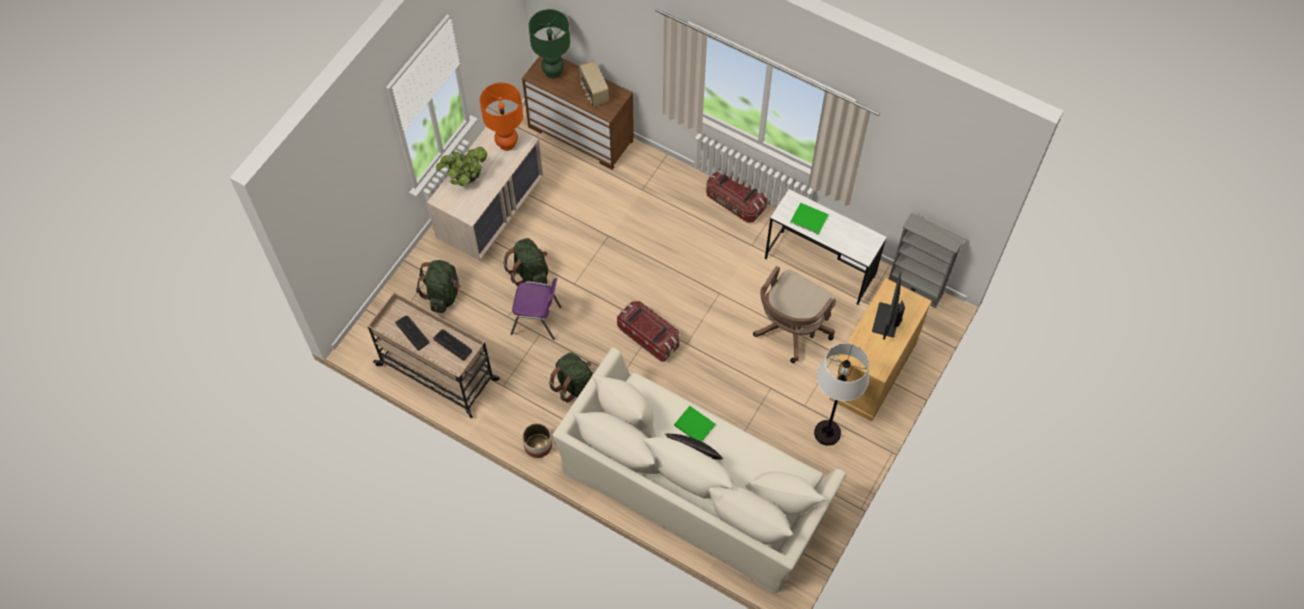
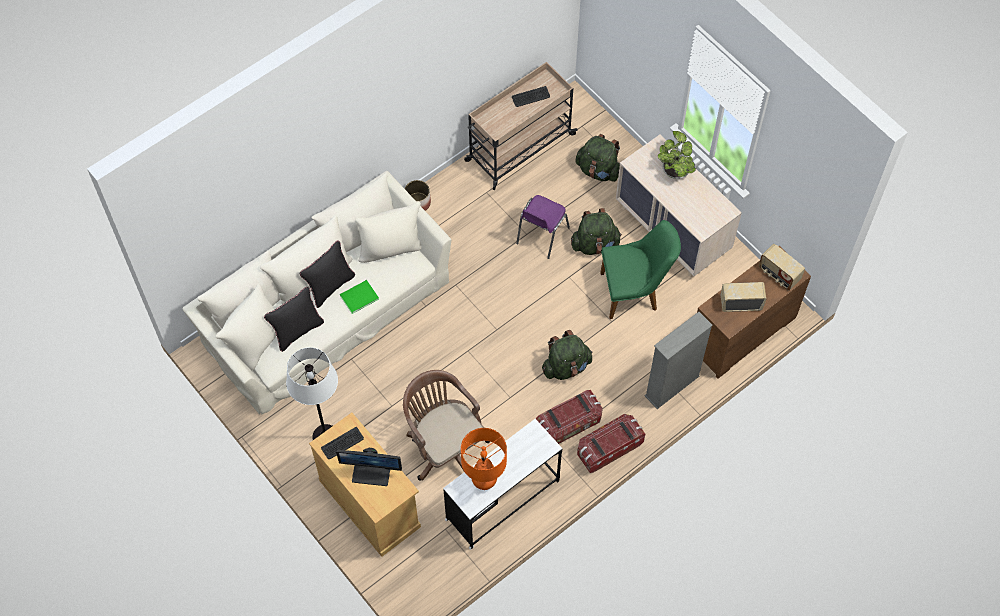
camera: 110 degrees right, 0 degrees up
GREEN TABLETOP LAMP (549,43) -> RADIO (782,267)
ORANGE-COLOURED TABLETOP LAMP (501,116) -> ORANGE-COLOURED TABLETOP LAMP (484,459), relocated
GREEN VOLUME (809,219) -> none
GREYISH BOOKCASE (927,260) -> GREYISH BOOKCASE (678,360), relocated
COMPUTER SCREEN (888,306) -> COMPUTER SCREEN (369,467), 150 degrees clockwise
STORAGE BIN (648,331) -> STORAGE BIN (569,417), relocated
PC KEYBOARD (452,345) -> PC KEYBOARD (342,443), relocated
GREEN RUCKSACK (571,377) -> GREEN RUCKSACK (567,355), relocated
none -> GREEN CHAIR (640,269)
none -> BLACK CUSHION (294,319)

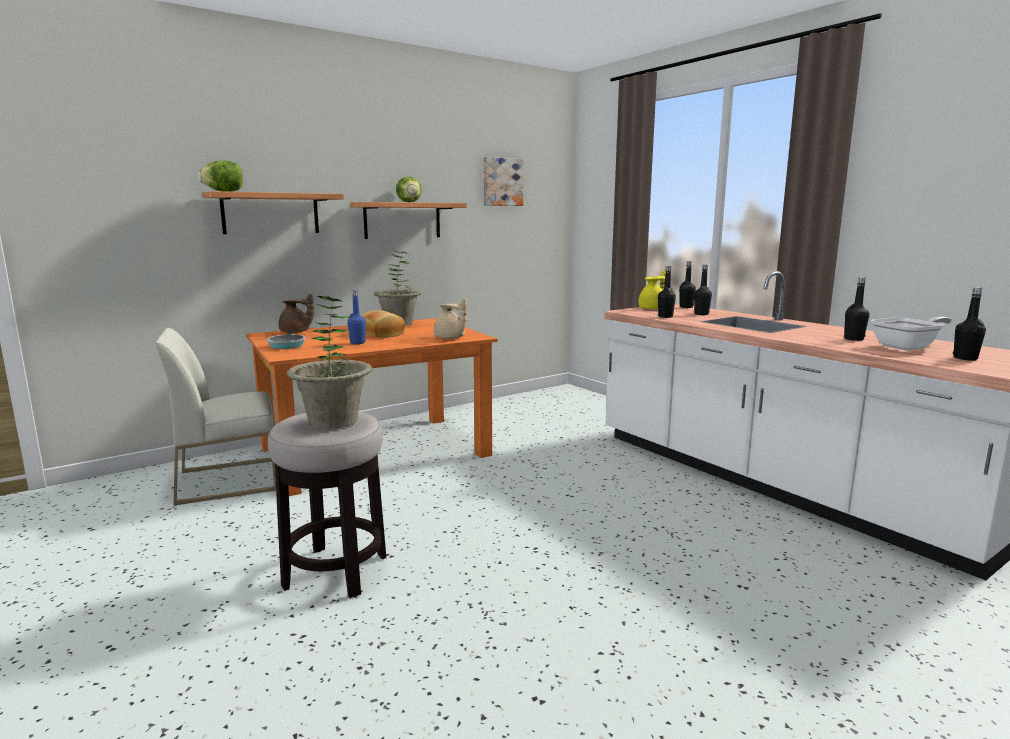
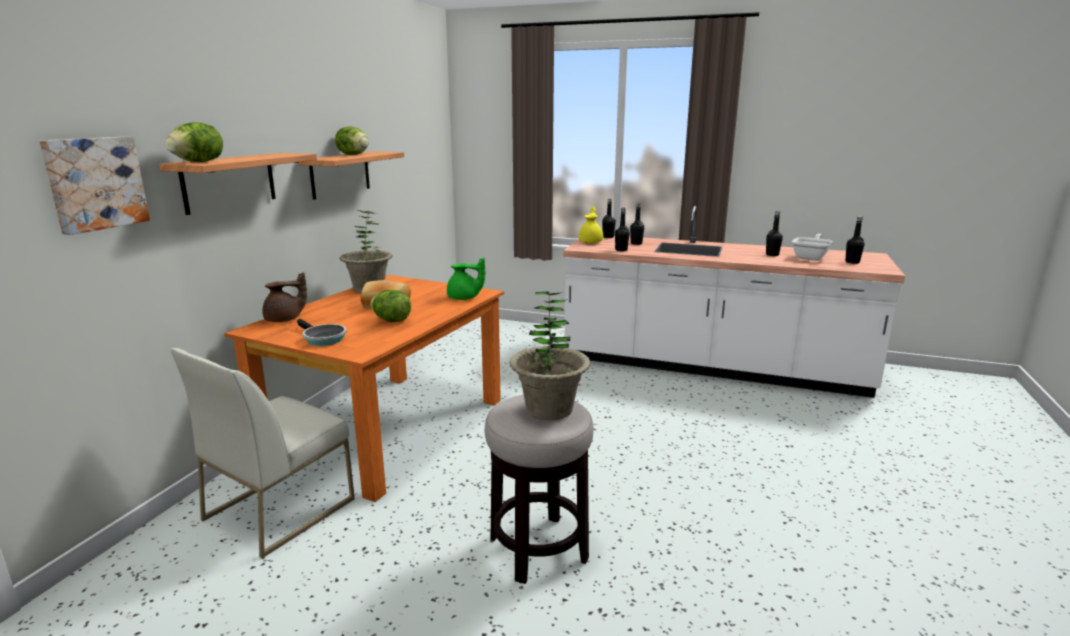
camera: 35 degrees left, 5 degrees up
WALL PICTURE (504,181) -> WALL PICTURE (95,186), relocated
BLUE BEVERAGE BOTTLE (356,317) -> LETTUCE (390,306)
BEIGE-COLOURED POT FOR TEA (450,318) -> GREEN POT FOR TEA (466,279)

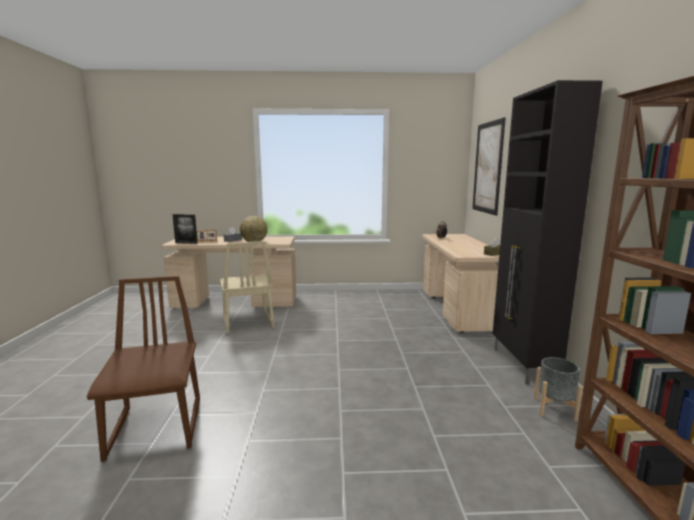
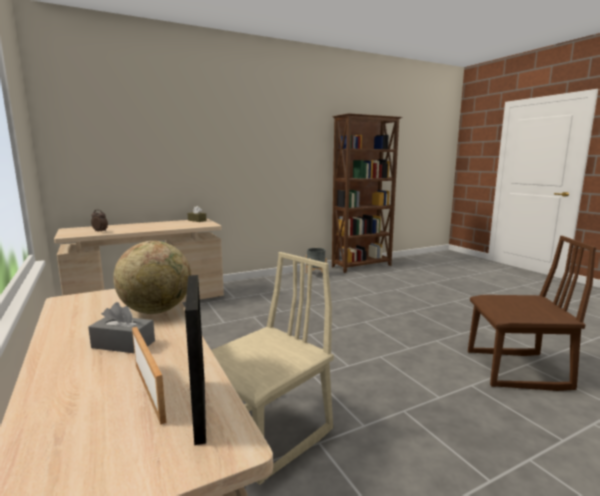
camera: 115 degrees left, 0 degrees up
BLACK CABINET (548,232) -> none
WALL PICTURE (489,166) -> none
BROWNISH CHAIR (143,369) -> BROWNISH CHAIR (532,313), 135 degrees counterclockwise

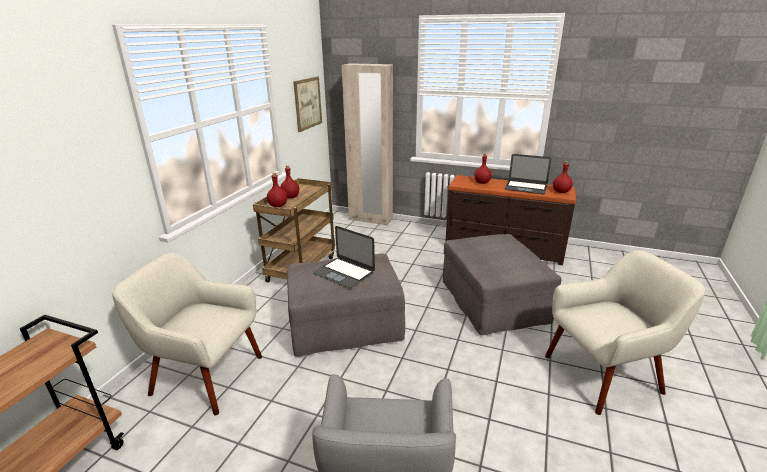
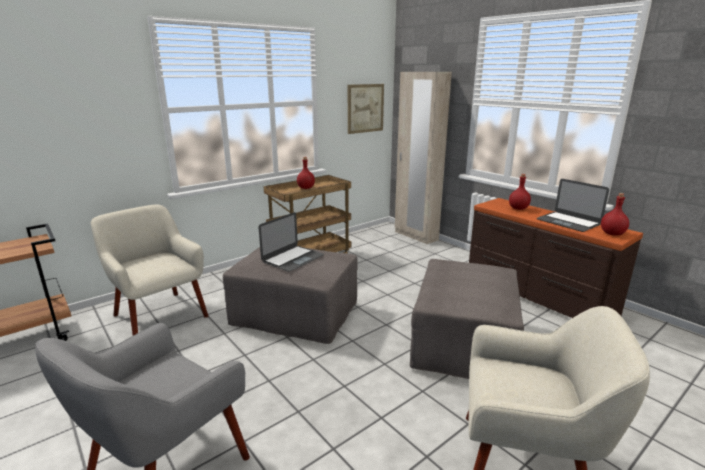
camera: 30 degrees right, 5 degrees down
RED-COLOURED BEVERAGE BOTTLE (277,190) -> none
PORTABLE COMPUTER (344,257) -> PORTABLE COMPUTER (291,242), 120 degrees counterclockwise

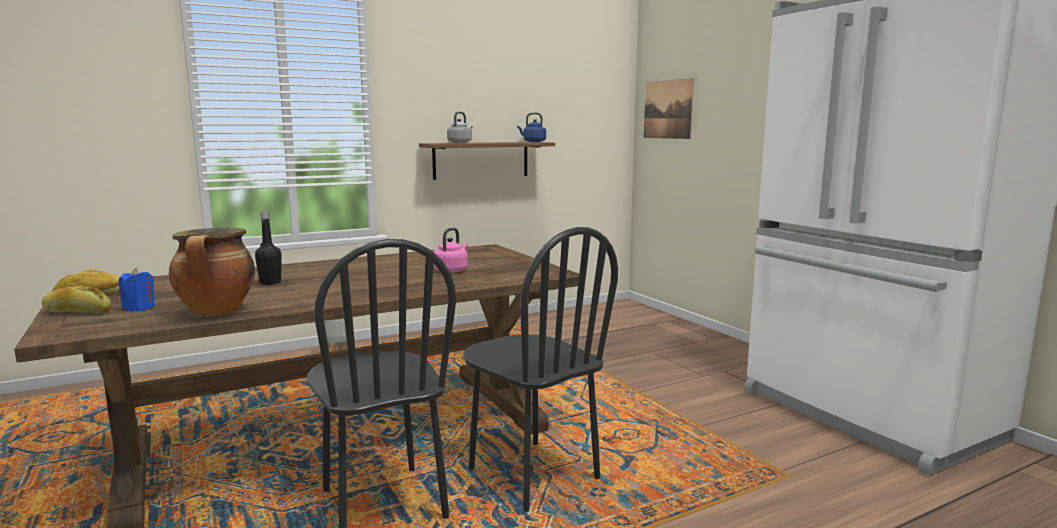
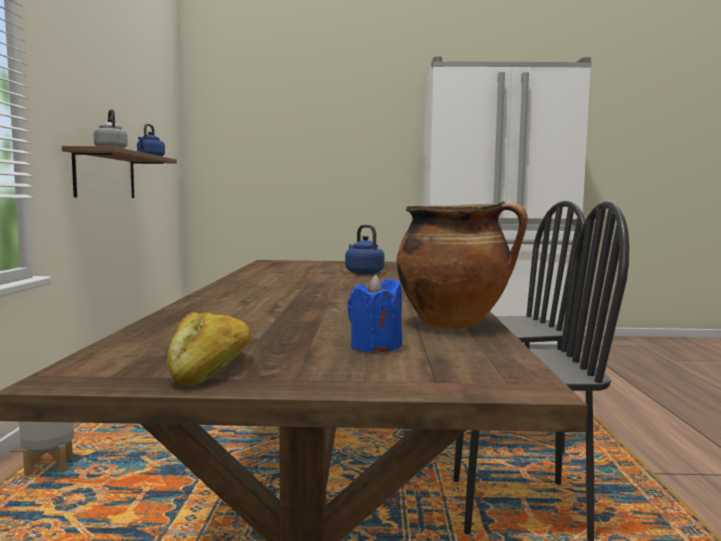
camera: 60 degrees left, 5 degrees down
WALL PICTURE (669,108) -> none
BLACK BEVERAGE BOTTLE (268,248) -> none
PINK WATER KETTLE (450,250) -> BLUE WATER KETTLE (364,249)
BAKED BREAD (76,299) -> none

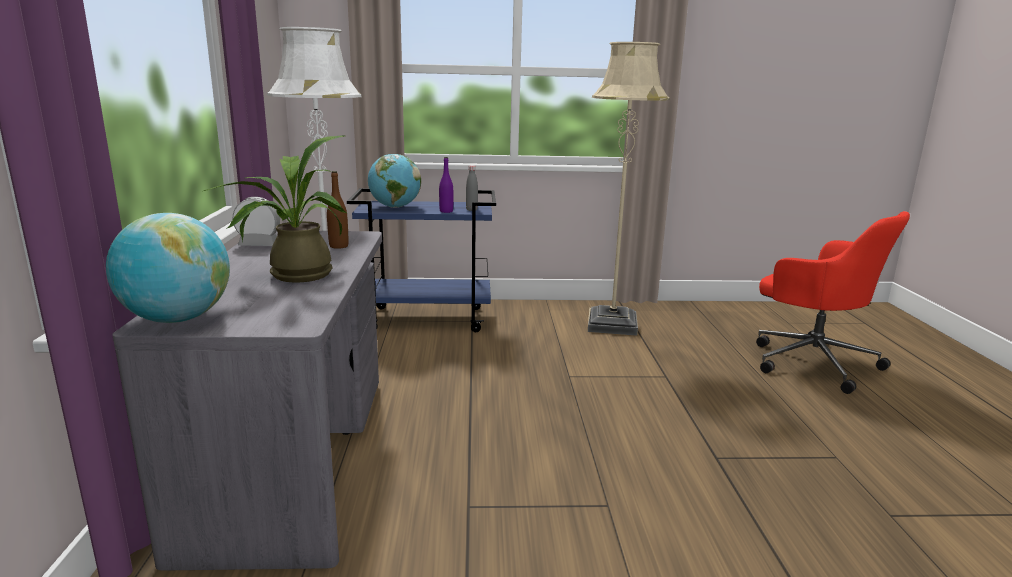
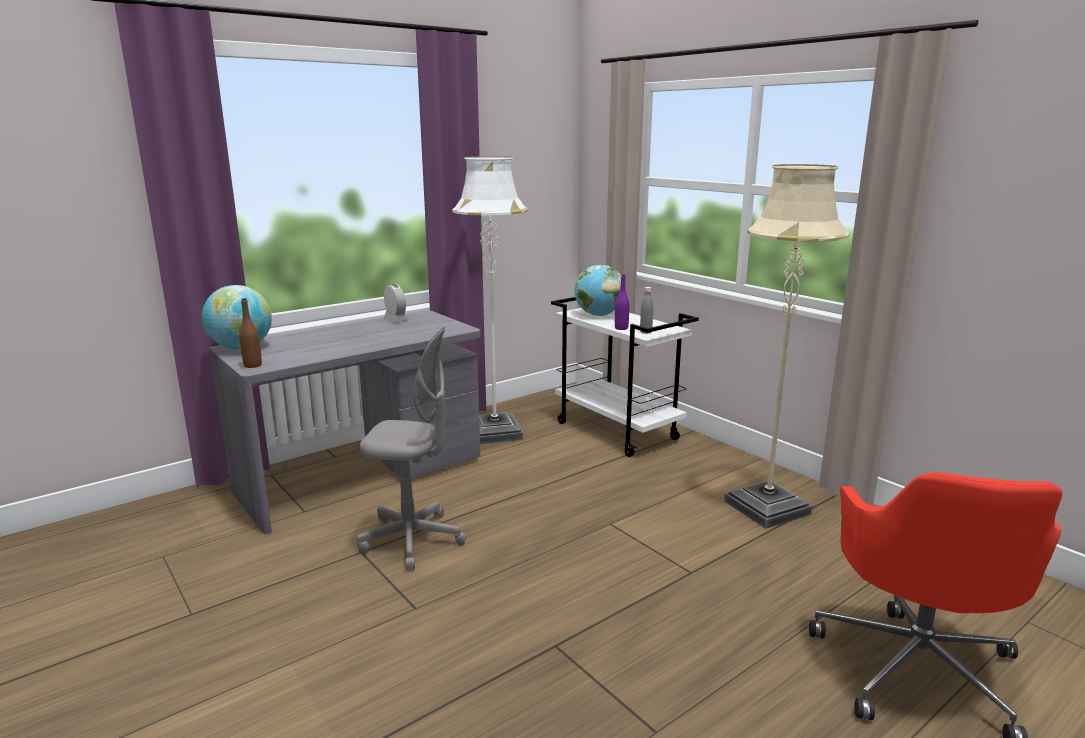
camera: 55 degrees right, 0 degrees up
HOUSEPLANT (275,208) -> none
BROWNISH BEVERAGE BOTTLE (337,210) -> BROWNISH BEVERAGE BOTTLE (250,333), relocated
BLUE CART (421,260) -> WHITE CART (625,377)
none -> GREYISH COMPUTER CHAIR (411,448)

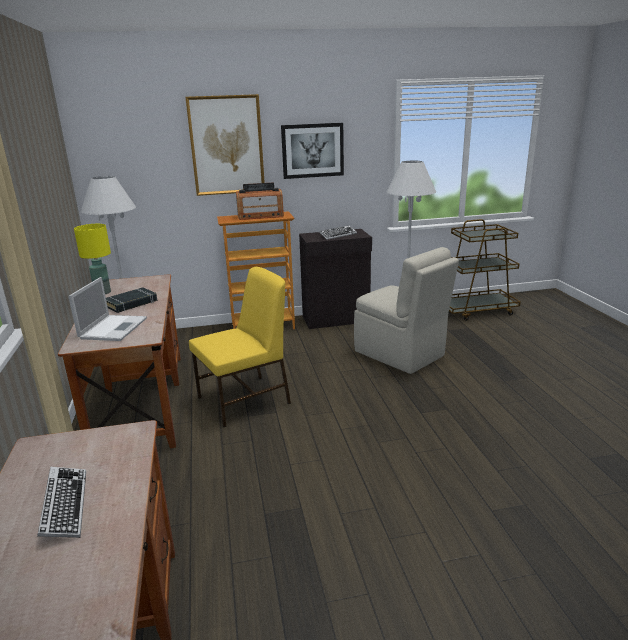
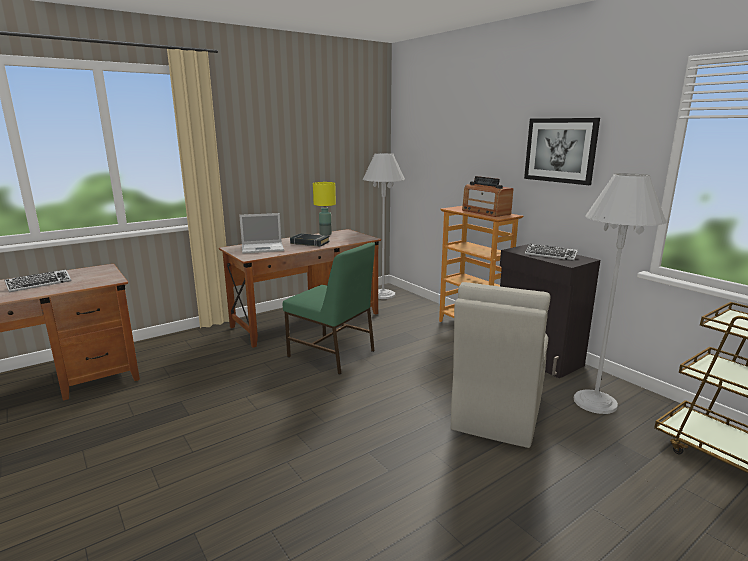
camera: 65 degrees right, 5 degrees down
WALL PICTURE (225,145) -> none
YELLOW-COLOURED CHAIR (240,347) -> GREEN CHAIR (329,308)

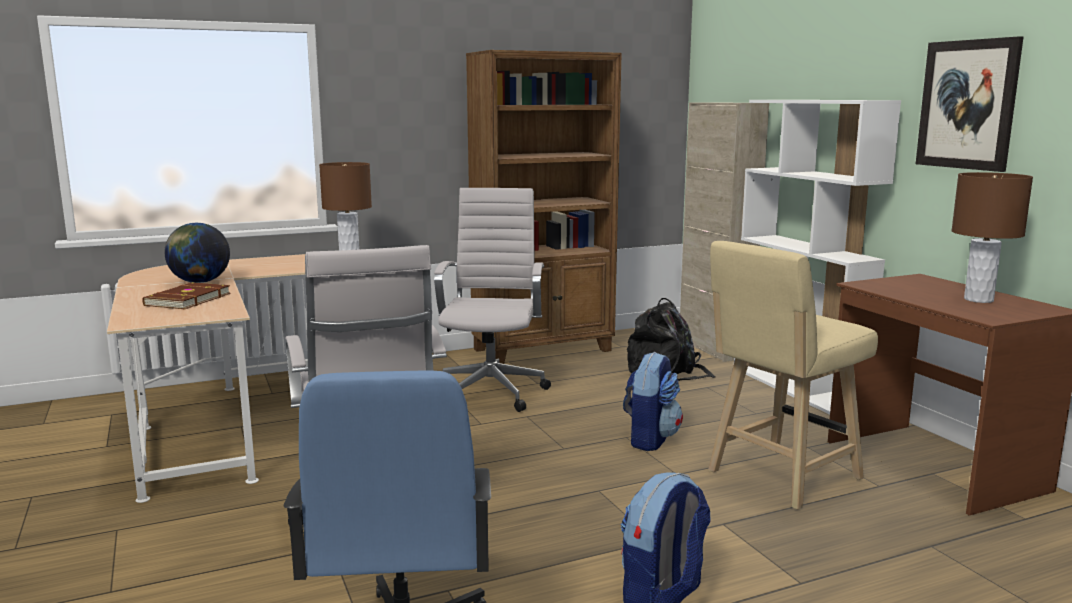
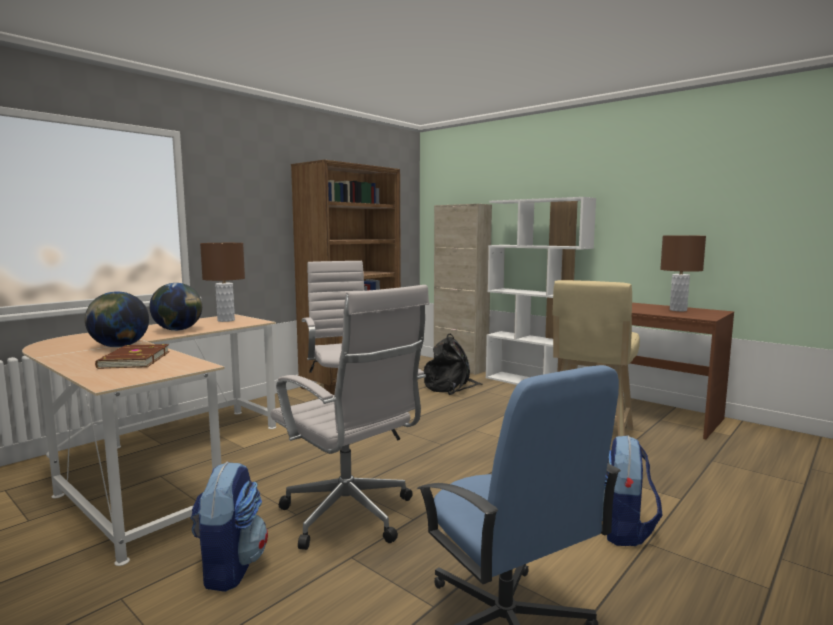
camera: 25 degrees left, 5 degrees down
WALL PICTURE (970,104) -> none
RUCKSACK (653,401) -> RUCKSACK (229,527), relocated
none -> GLOBE (175,307)

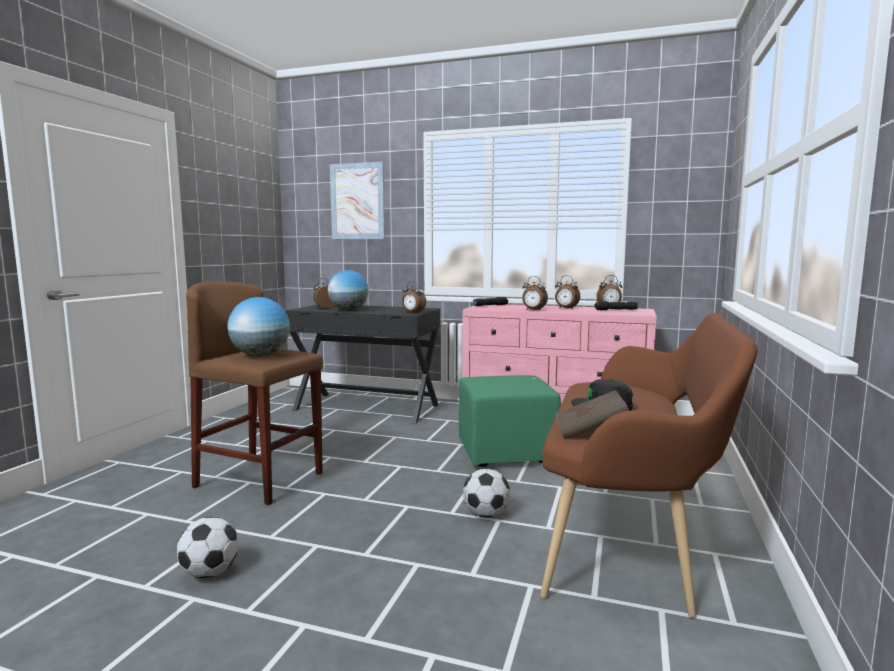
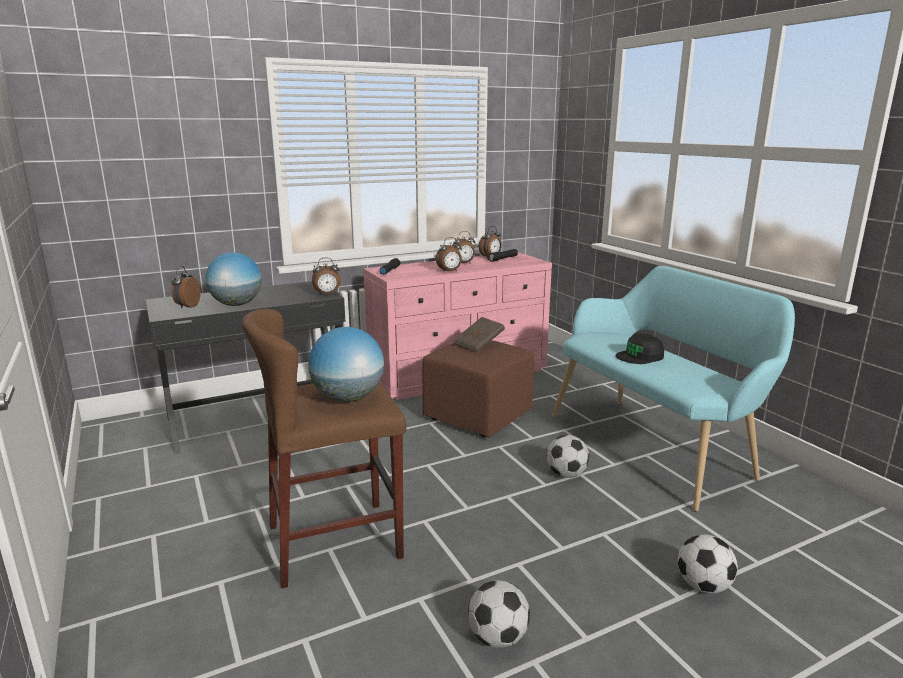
camera: 45 degrees left, 10 degrees up
WALL PICTURE (357,200) -> none
BROWNISH LONG SEAT (649,465) -> TURQUOISE-COLOURED LONG SEAT (673,388)
GREEN POUFFE (510,421) -> BROWNISH POUFFE (478,389)
BROWNISH VOLUME (592,414) -> BROWNISH VOLUME (479,335), relocated
none -> FOOTBALL BALL (708,564)

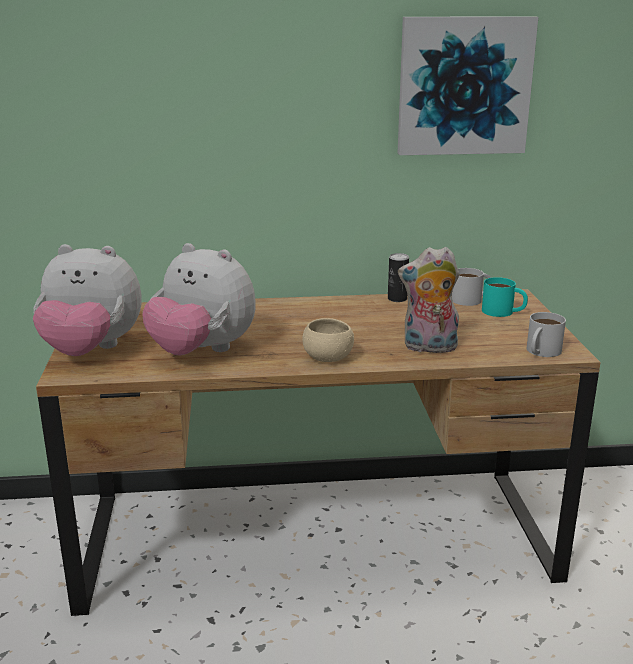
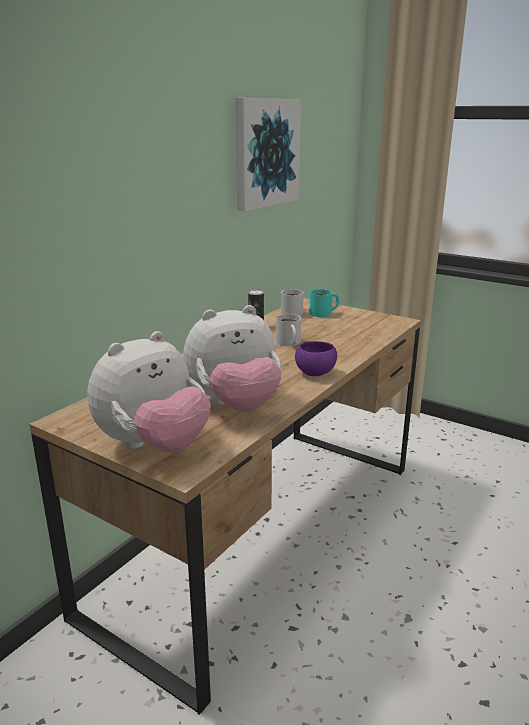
camera: 50 degrees left, 0 degrees up
CUDDLY TOY (428,300) -> none
WHITE MUG (546,334) -> WHITE MUG (288,330), relocated
BEIGE-COLOURED SERVING BOWL (328,340) -> PURPLE SERVING BOWL (316,358)

